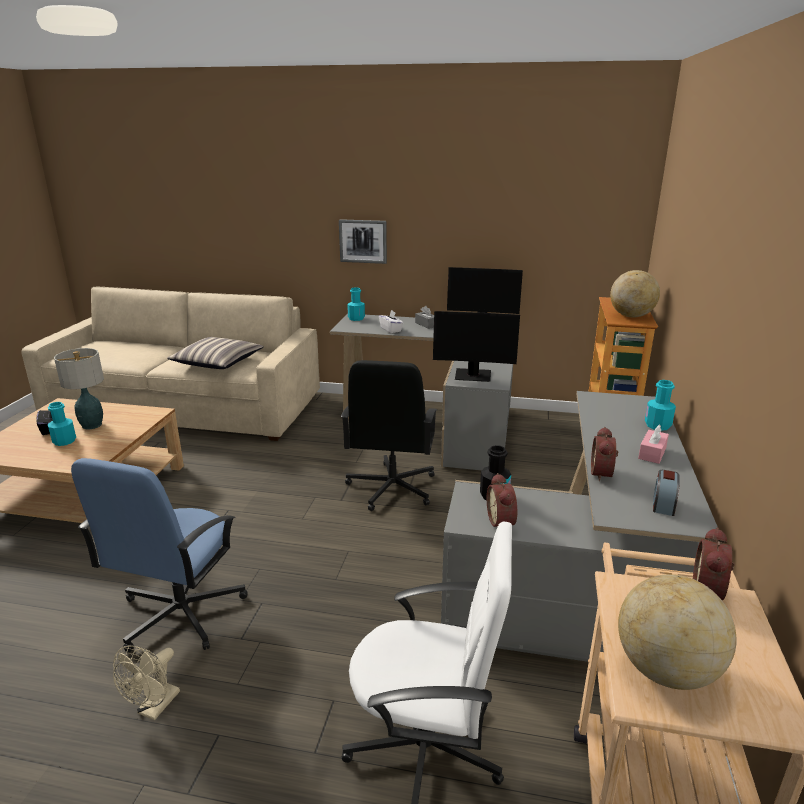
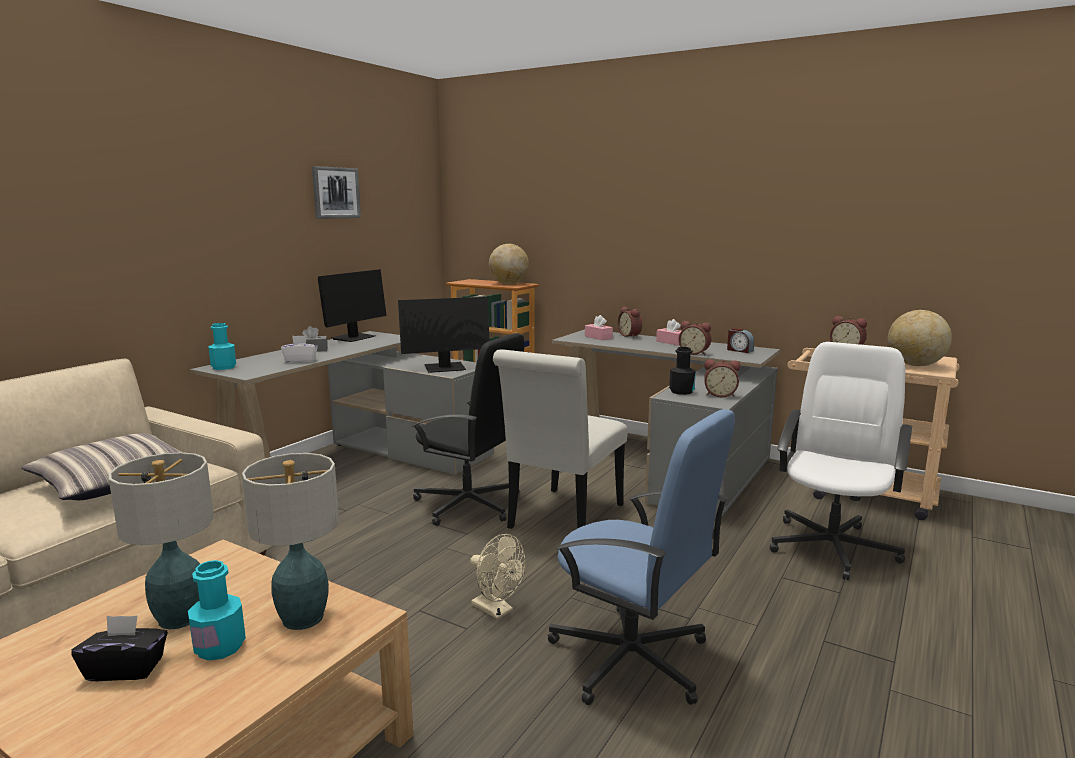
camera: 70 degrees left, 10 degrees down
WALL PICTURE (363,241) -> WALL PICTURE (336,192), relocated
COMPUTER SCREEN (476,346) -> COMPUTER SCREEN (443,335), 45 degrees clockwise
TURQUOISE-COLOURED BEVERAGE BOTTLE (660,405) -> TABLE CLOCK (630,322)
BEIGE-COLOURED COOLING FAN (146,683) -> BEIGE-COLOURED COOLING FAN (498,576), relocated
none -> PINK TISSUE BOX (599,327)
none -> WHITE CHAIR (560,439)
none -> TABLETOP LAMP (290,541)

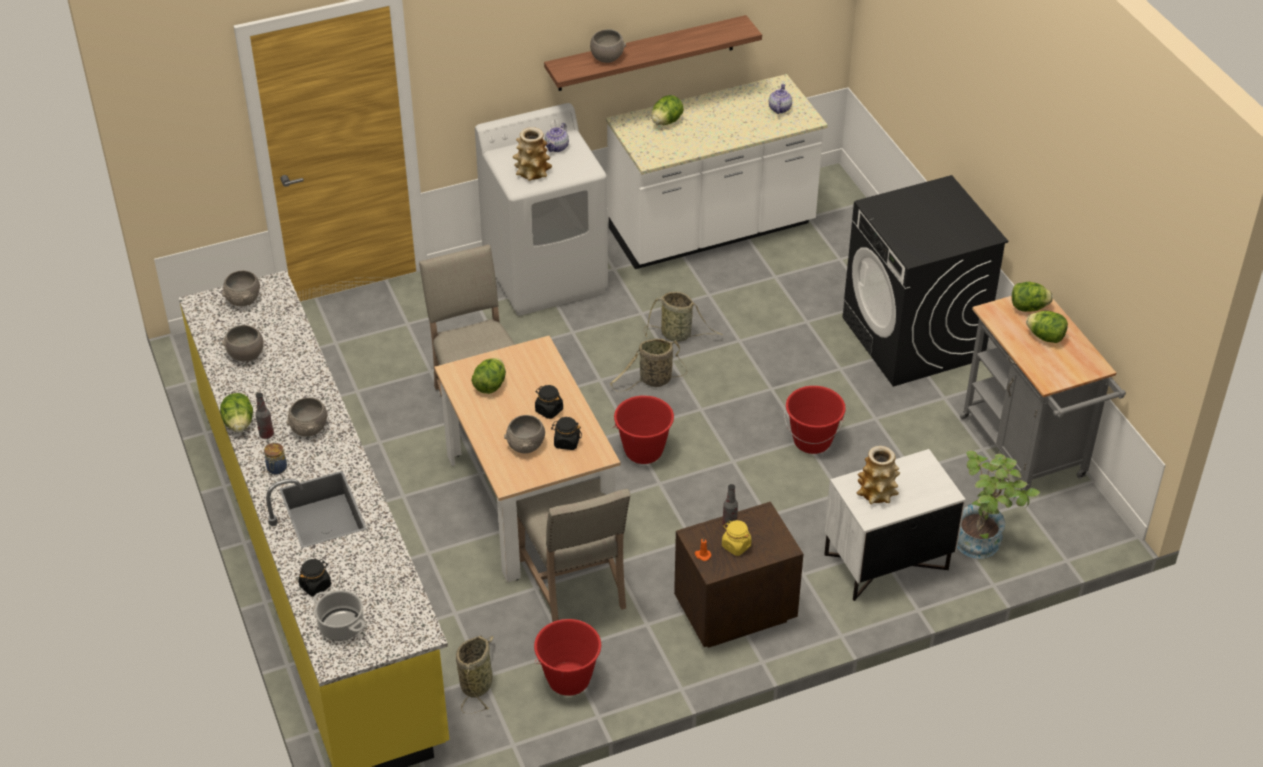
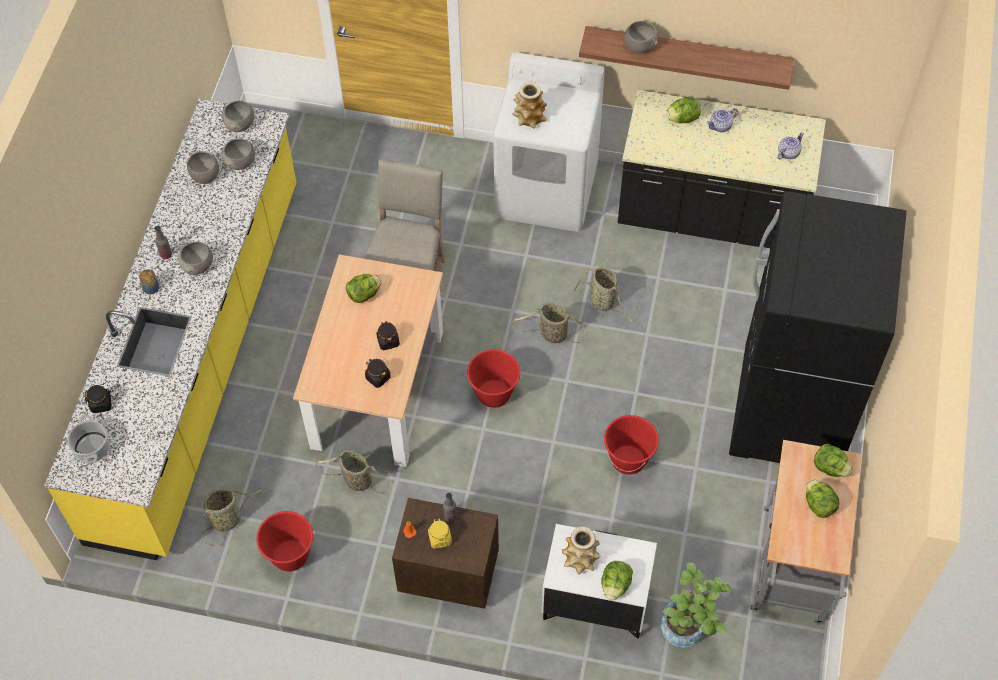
camera: 35 degrees right, 15 degrees up
WHITE KITCHEN COUNTER (717,171) -> BLACK KITCHEN COUNTER (722,169)
POT FOR TEA (557,137) -> POT FOR TEA (722,120), relocated
BLACK WASHING MACHINE (925,280) -> BLACK REFRIGERATOR (818,327)
LETTUCE (236,412) -> LETTUCE (617,581), relocated
GREYISH SERVING BOWL (524,434) -> GREYISH SERVING BOWL (238,154), relocated
BEIGE-COLOURED CHAIR (573,550) -> BASKET (352,471)

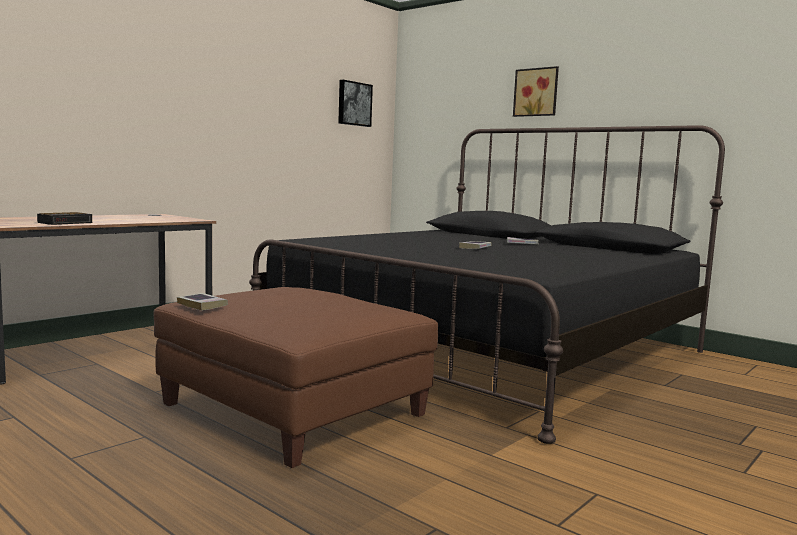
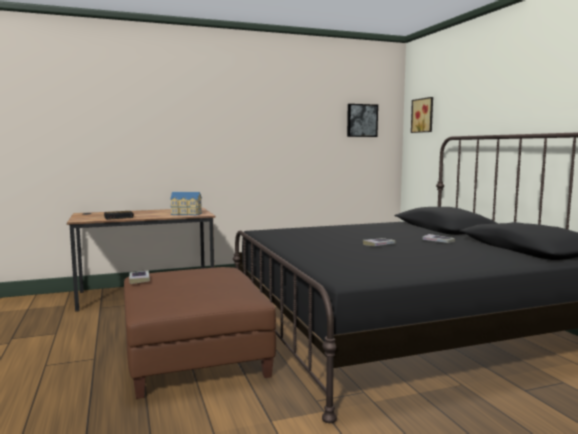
camera: 30 degrees right, 0 degrees up
WALL PICTURE (536,91) -> WALL PICTURE (422,115), relocated
none -> MINIATURE HOUSE (186,203)

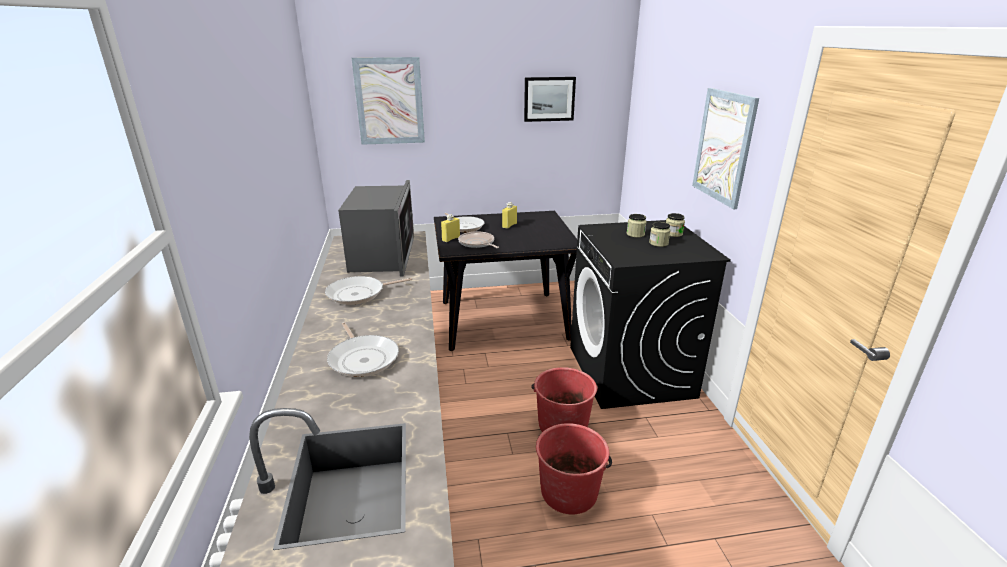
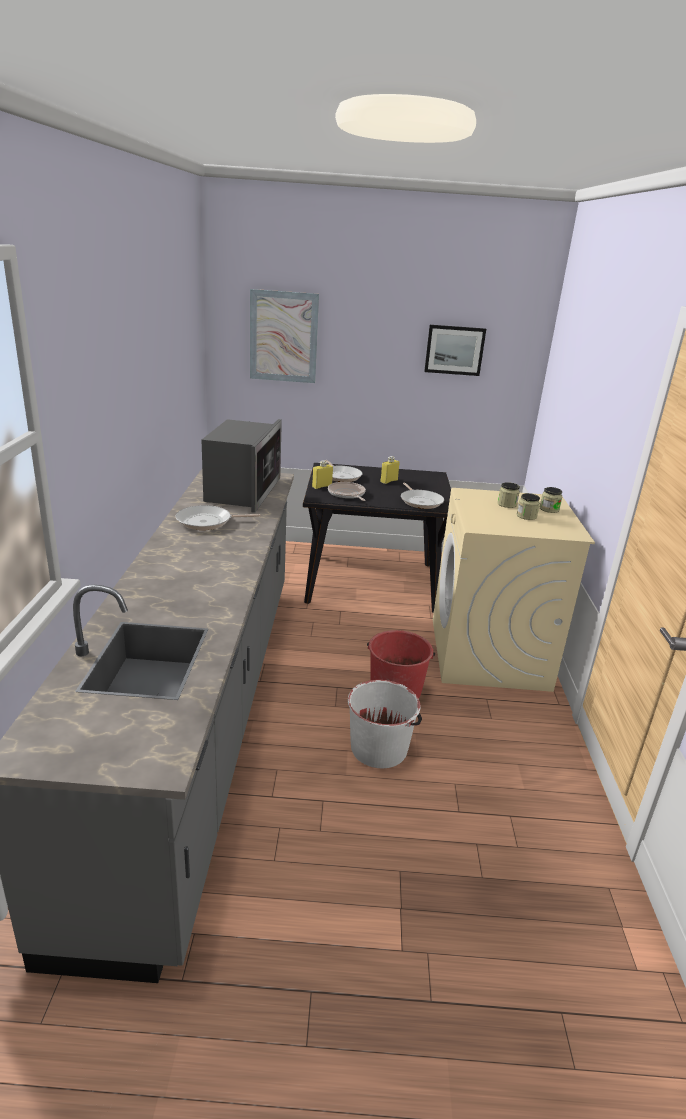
camera: 10 degrees right, 0 degrees up
WALL PICTURE (725,148) -> none
BLACK WASHING MACHINE (650,314) -> BEIGE-COLOURED WASHING MACHINE (514,590)
FRYING PAN (363,349) -> FRYING PAN (422,496), relocated
RED-COLOURED BUCKET (574,468) -> WHITE BUCKET (385,724)

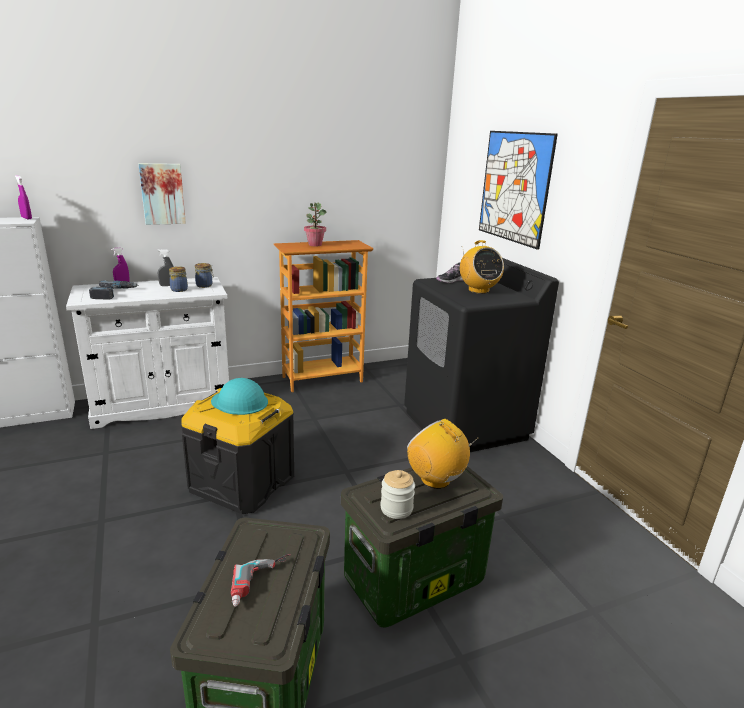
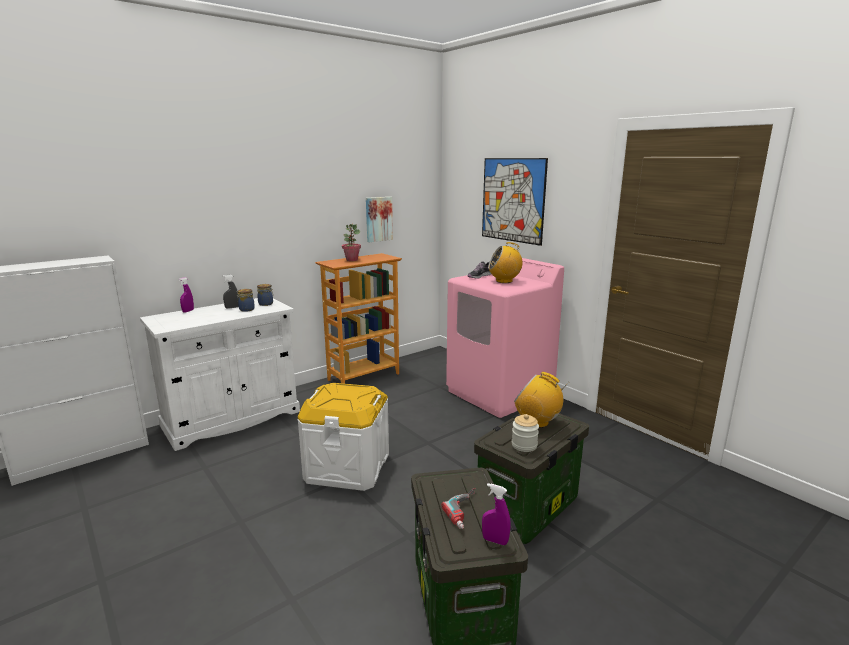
camera: 15 degrees left, 5 degrees down
WALL PICTURE (162,194) -> WALL PICTURE (379,219), relocated
PURPLE SPRAY BOTTLE (23,197) -> PURPLE SPRAY BOTTLE (496,514), relocated
RADIO (482,267) -> RADIO (505,262), 120 degrees clockwise
BLACK WASHING MACHINE (481,355) -> PINK WASHING MACHINE (505,338)
POWER DRILL (113,290) -> none
TURQUOISE-COLOURED SAFETY HELMET (239,396) -> none
BLACK STORAGE BIN (237,451) -> WHITE STORAGE BIN (343,437)

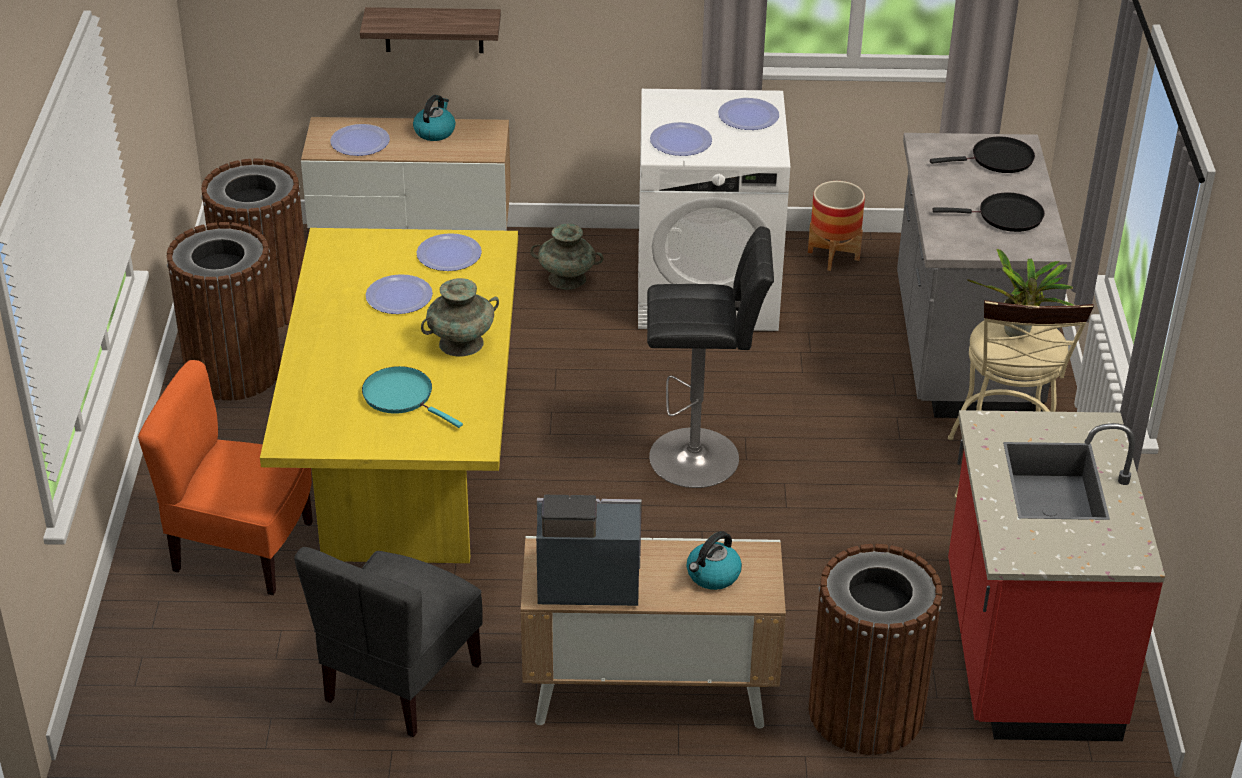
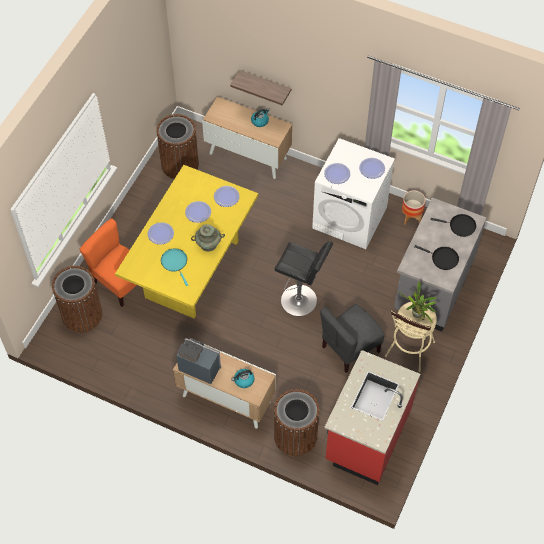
camera: 25 degrees right, 20 degrees up
PLATE (360,140) -> PLATE (161,233), relocated
BROWNISH TRASH CAN (224,311) -> BROWNISH TRASH CAN (77,299), relocated
TURQUOISE-COLOURED FLOWER VASE (567,257) -> none
GREYISH CHAIR (388,642) -> GREYISH CHAIR (352,338), relocated

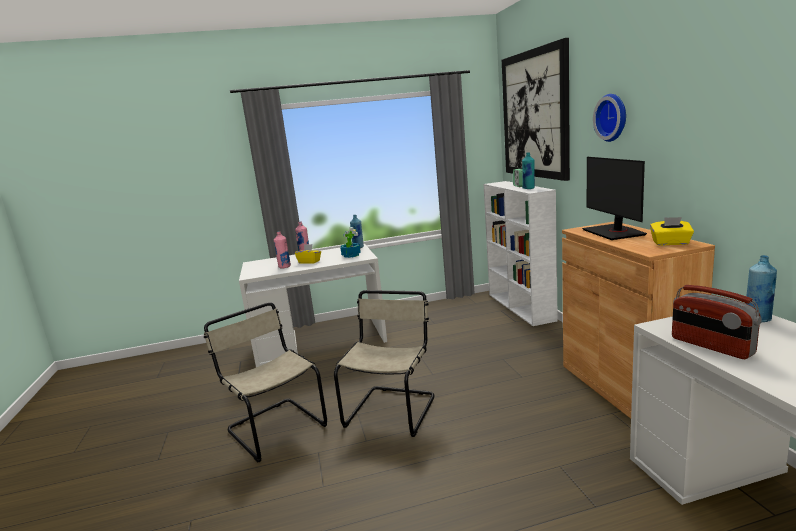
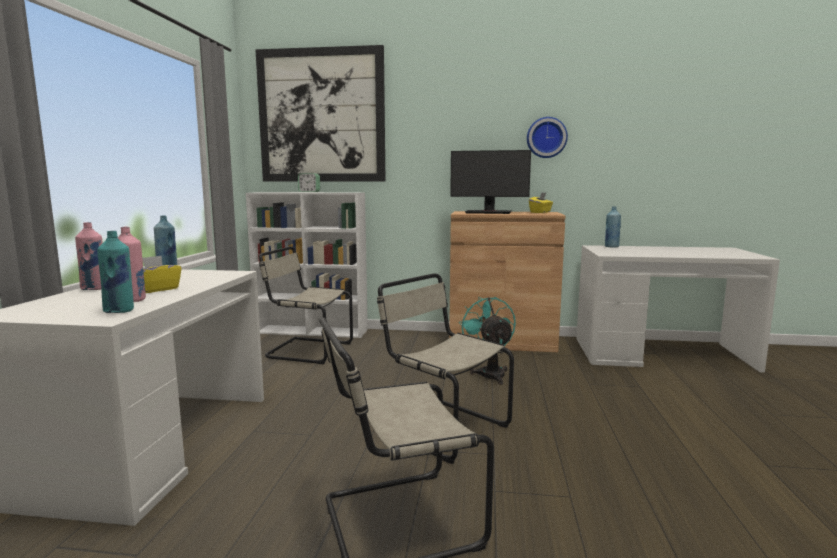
camera: 70 degrees left, 5 degrees down
WALL CLOCK (609,118) -> WALL CLOCK (547,137), relocated
TURQUOISE-COLOURED BEVERAGE BOTTLE (528,170) -> TURQUOISE-COLOURED BEVERAGE BOTTLE (115,272), relocated
HOUSEPLANT (350,242) -> none
RADIO (717,322) -> none
none -> BEIGE-COLOURED CHAIR (306,305)
none -> TURQUOISE-COLOURED COOLING FAN (487,341)

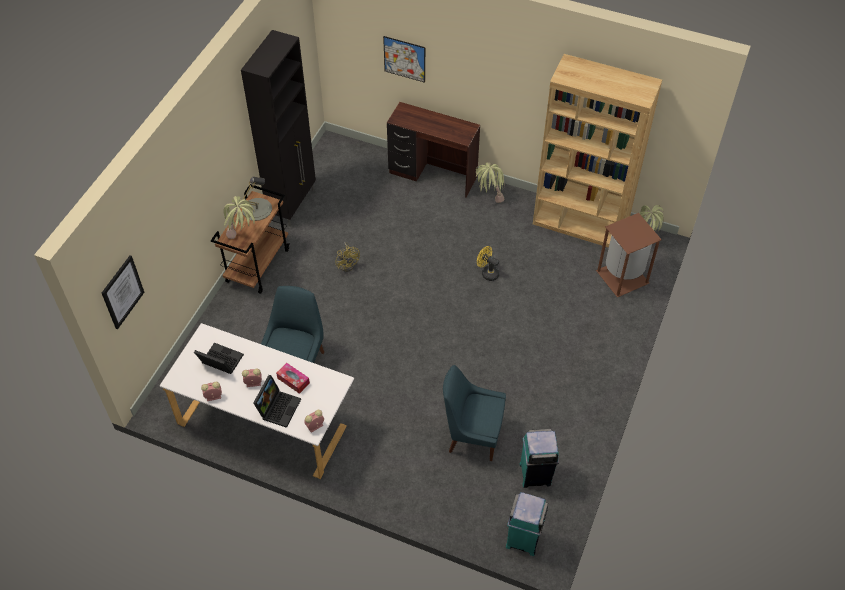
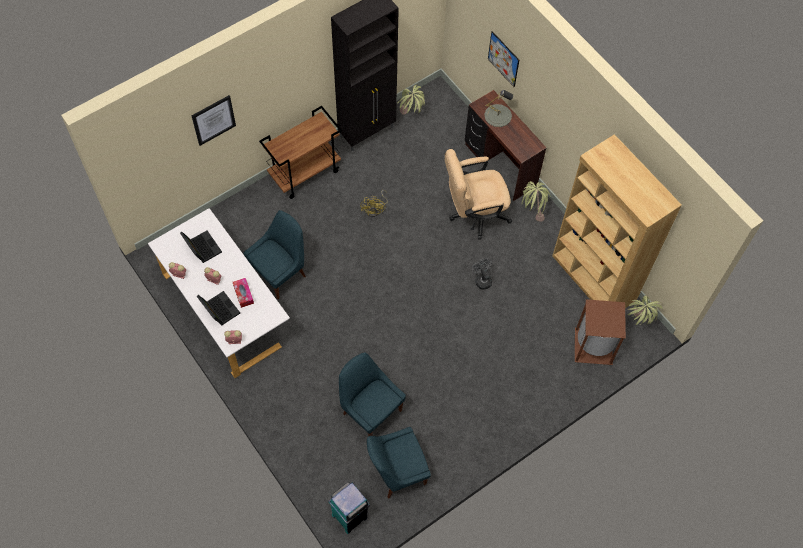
camera: 30 degrees right, 10 degrees up
GREYISH TABLETOP LAMP (257,199) -> GREYISH TABLETOP LAMP (498,108), relocated
HOUSEPLANT (239,217) -> HOUSEPLANT (411,100), relocated
YELLOW-COLOURED COOLING FAN (488,263) -> GREYISH COOLING FAN (482,274)
WALL PICTURE (123,292) -> WALL PICTURE (214,120), relocated
PORTABLE COMPUTER (277,401) -> PORTABLE COMPUTER (218,308), 90 degrees counterclockwise
TURQUOISE-COLOURED TRASH CAN (539,458) -> BLUE CHAIR (399,462)
none -> BEIGE-COLOURED COMPUTER CHAIR (478,194)

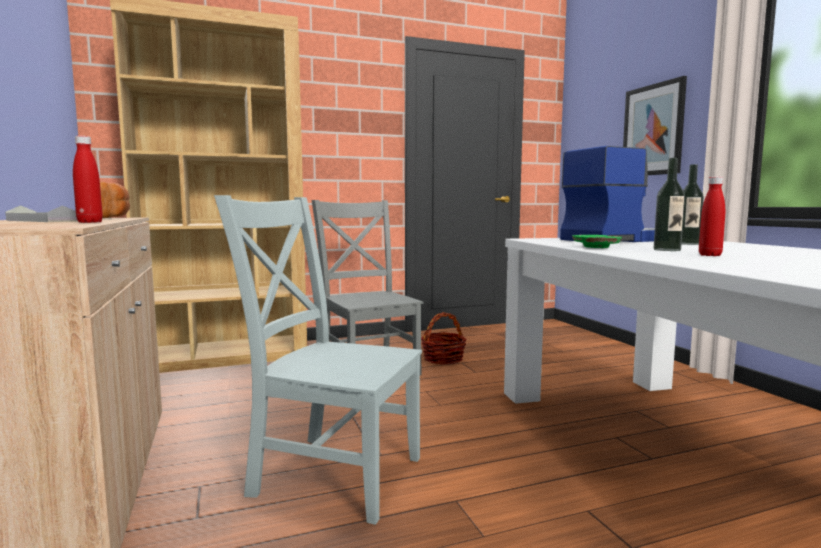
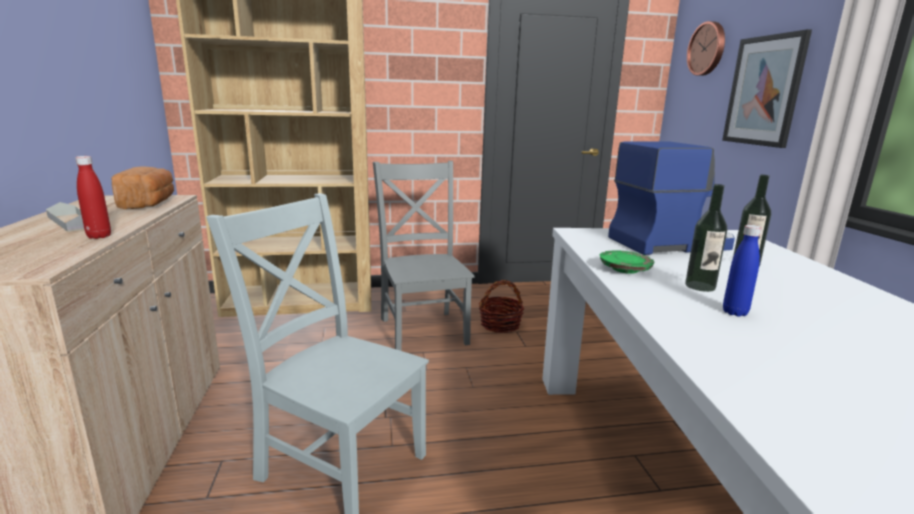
camera: 10 degrees right, 10 degrees up
RED-COLOURED BEVERAGE BOTTLE (712,216) -> BLUE BEVERAGE BOTTLE (742,271)
none -> WALL CLOCK (706,48)

